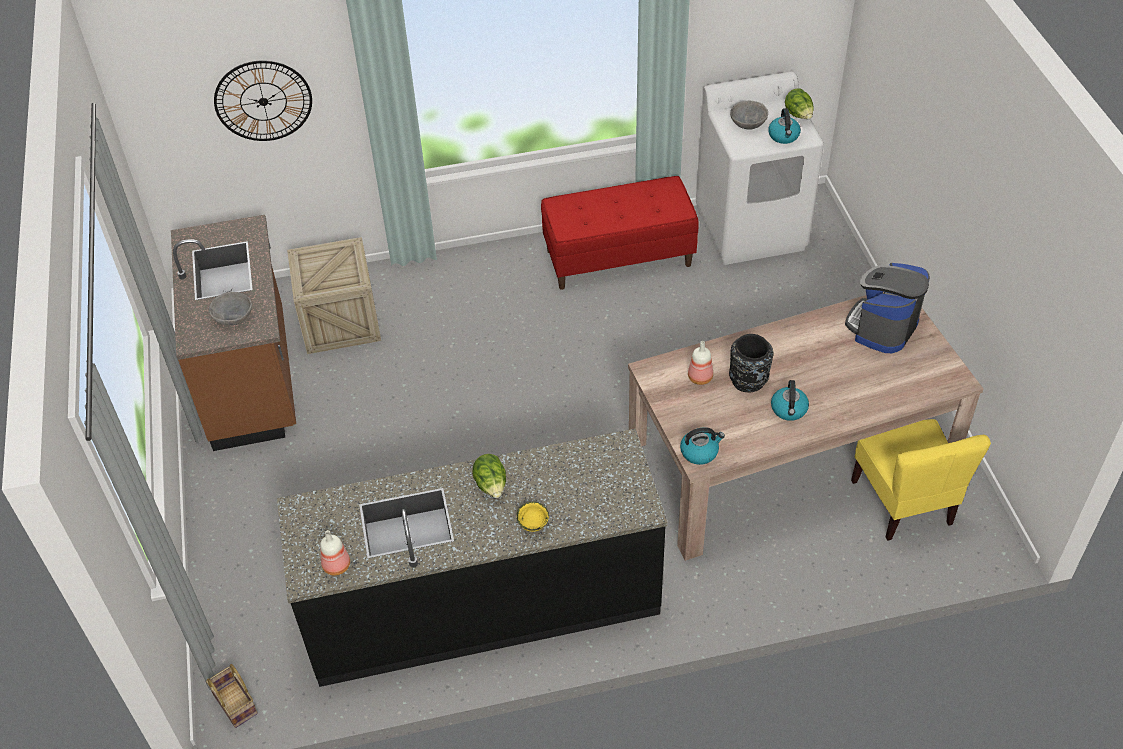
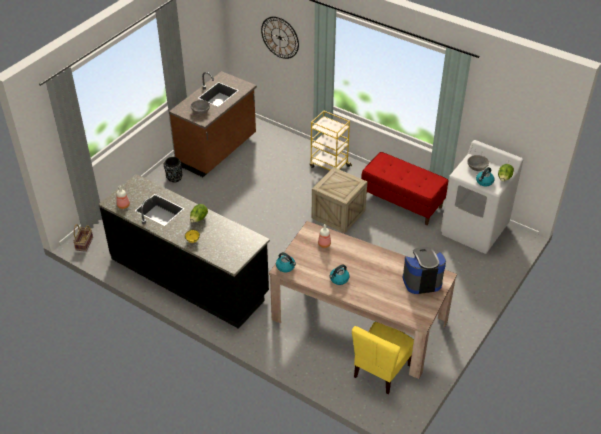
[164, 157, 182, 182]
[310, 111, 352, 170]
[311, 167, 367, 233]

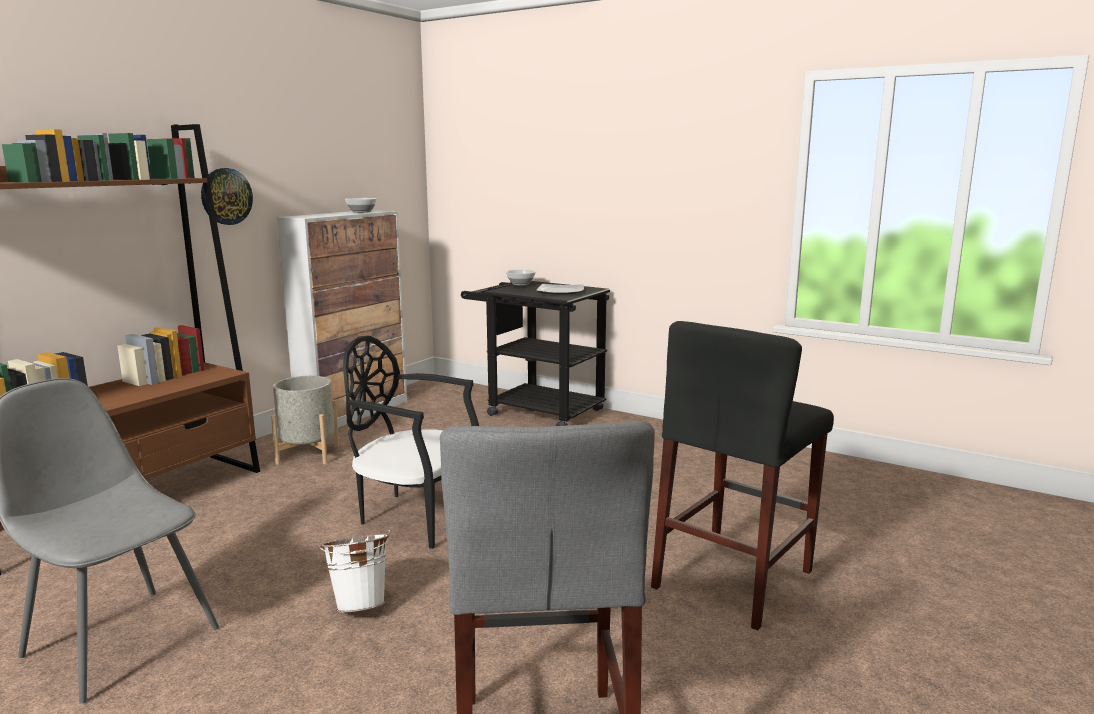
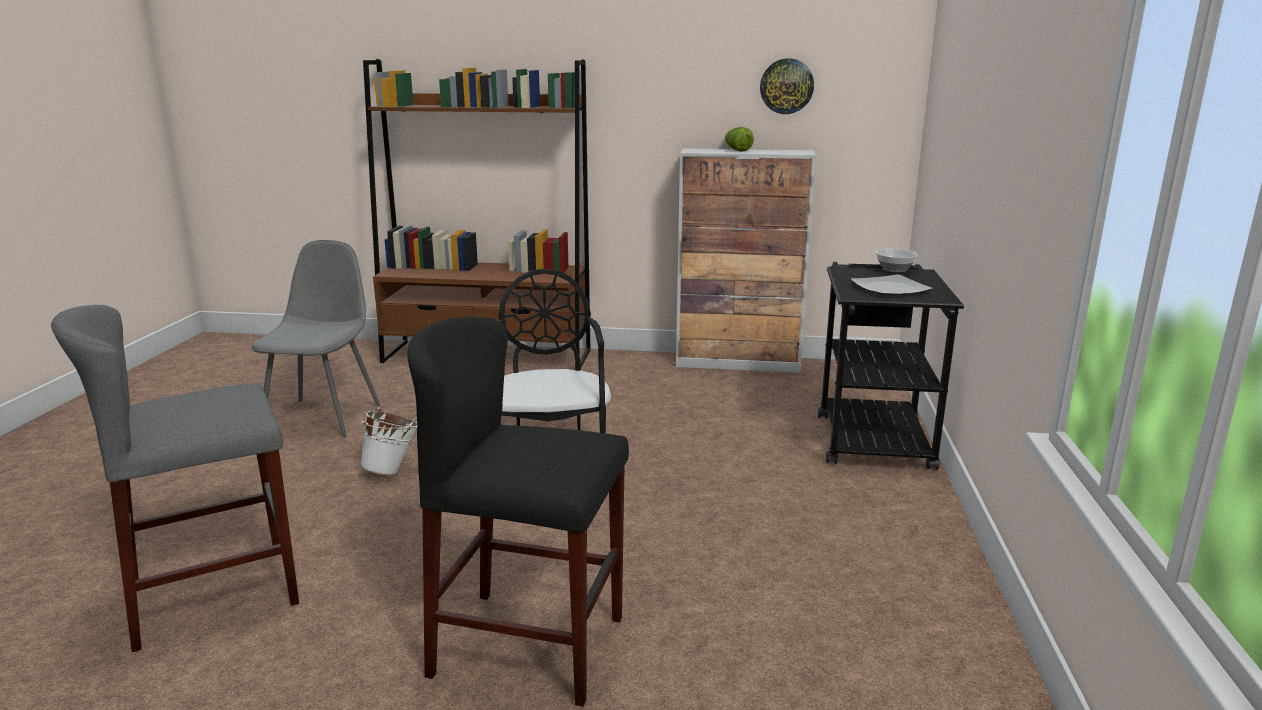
[725, 127, 754, 152]
[760, 58, 814, 114]
[271, 376, 339, 465] (first image)
[345, 198, 377, 213] (first image)

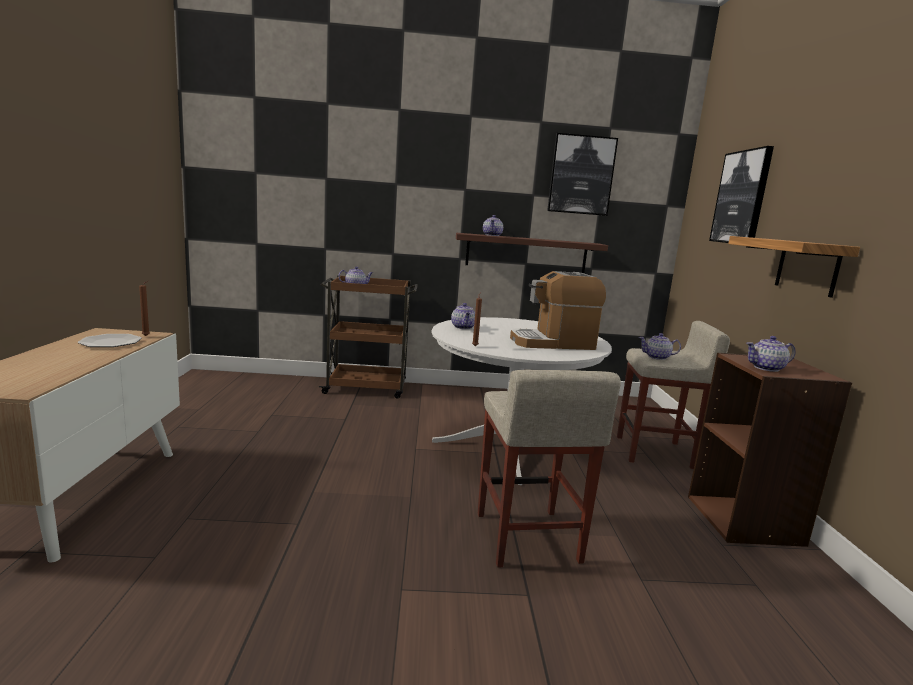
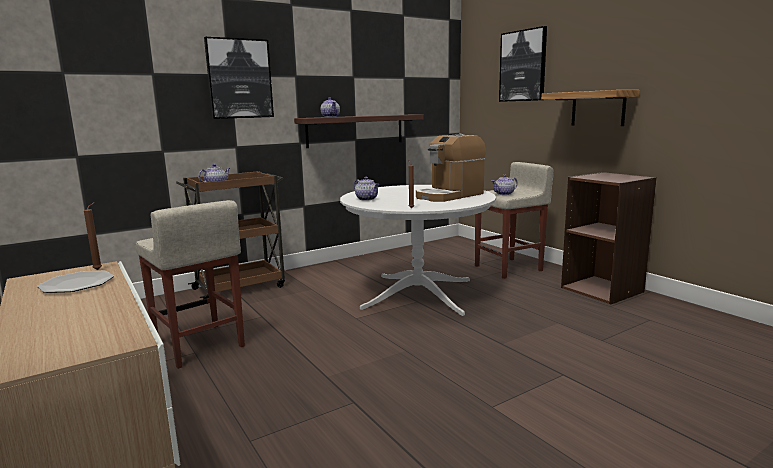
[135, 200, 245, 369]
[204, 37, 274, 119]
[746, 336, 795, 372] (first image)

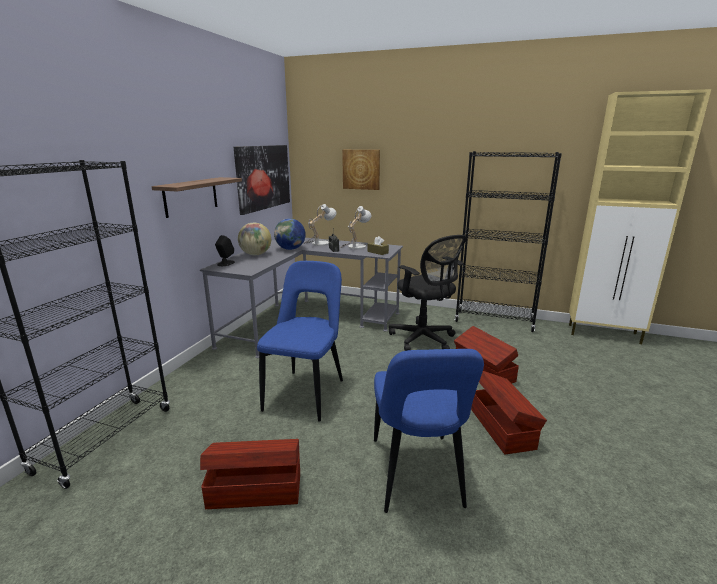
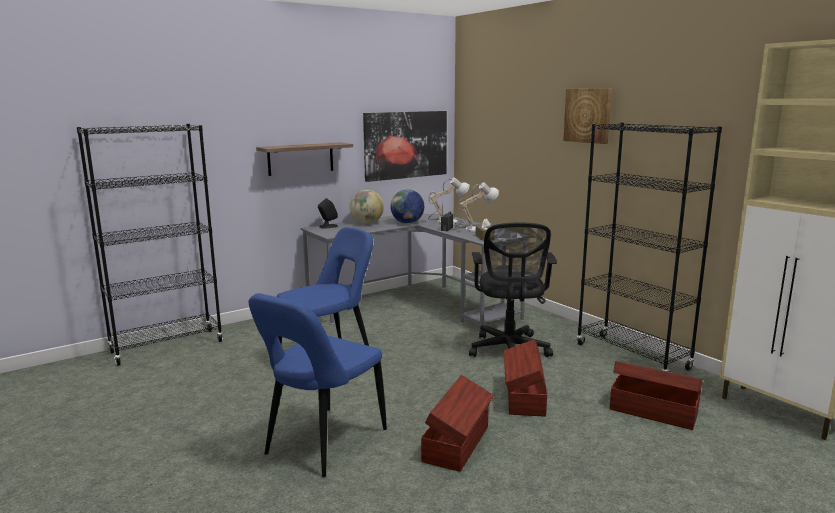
[563, 88, 612, 144]
[610, 361, 702, 430]

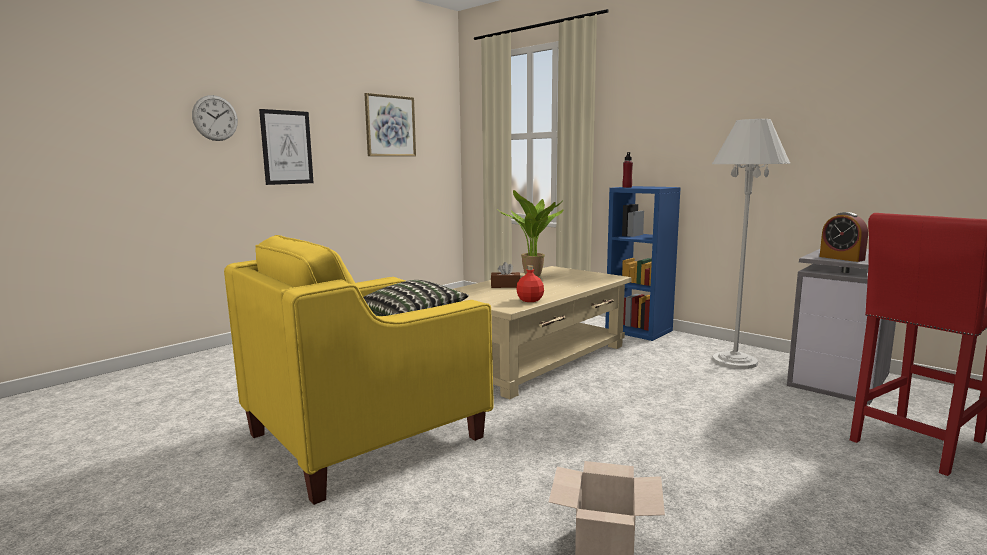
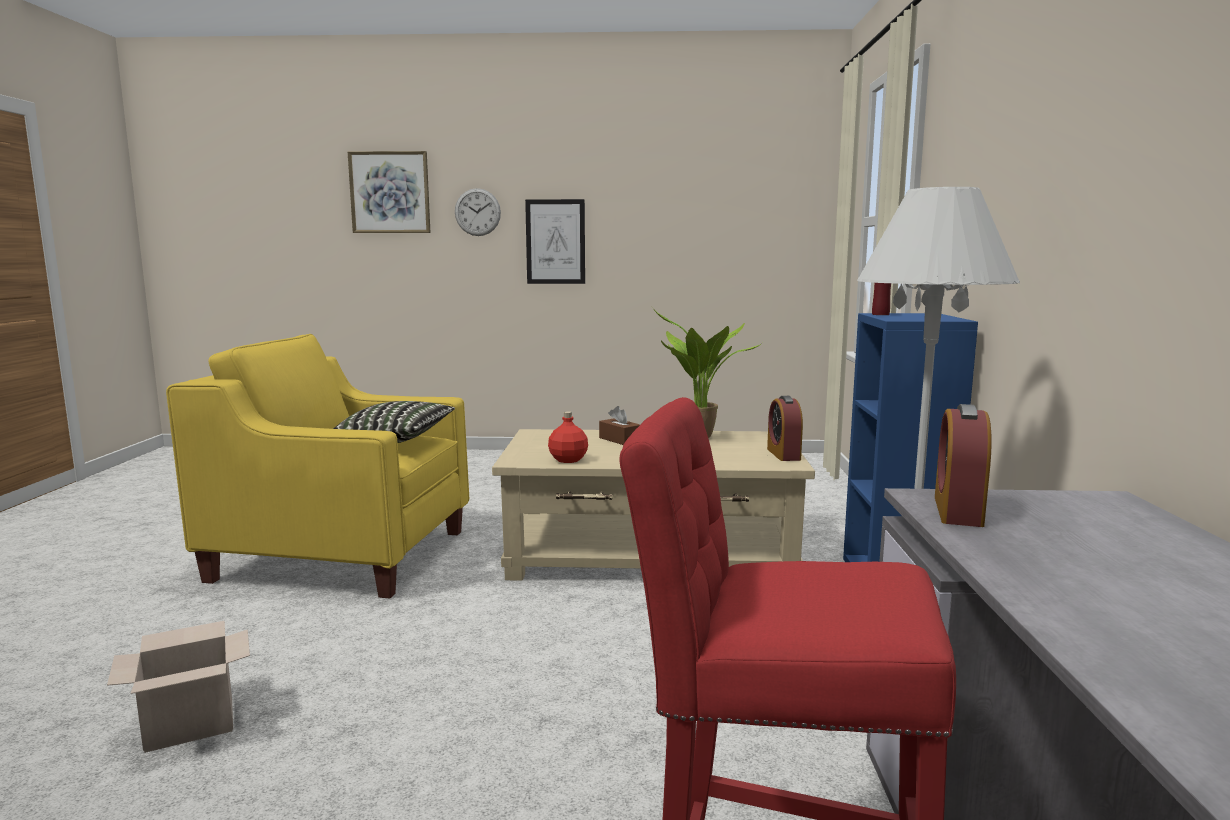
[348, 151, 430, 233]
[767, 396, 803, 461]

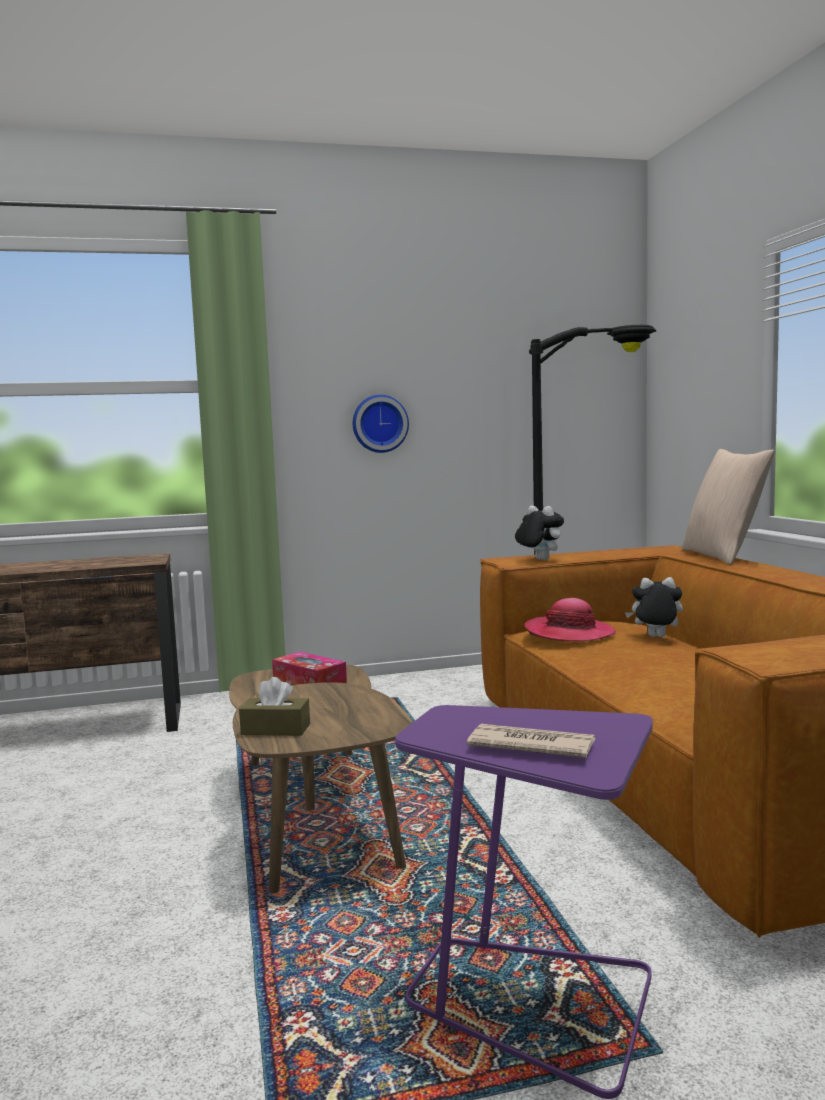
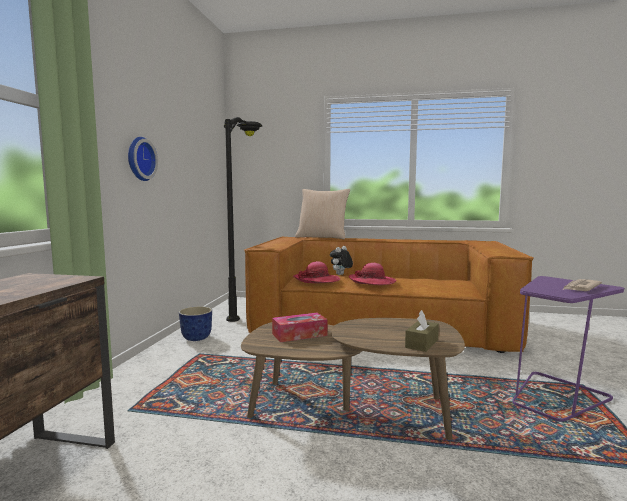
[179, 306, 212, 341]
[349, 263, 397, 285]
[515, 505, 564, 560] (first image)

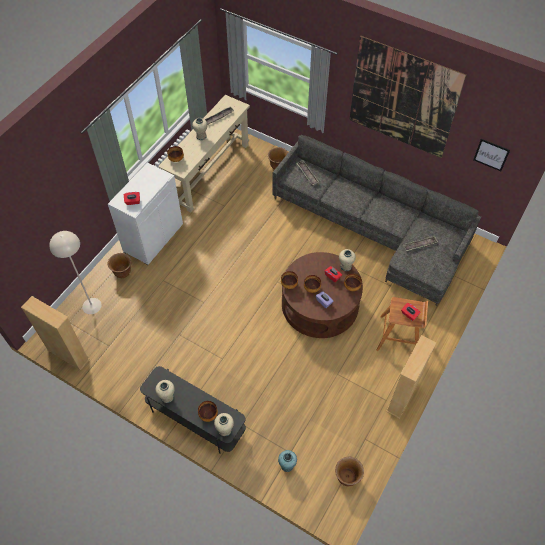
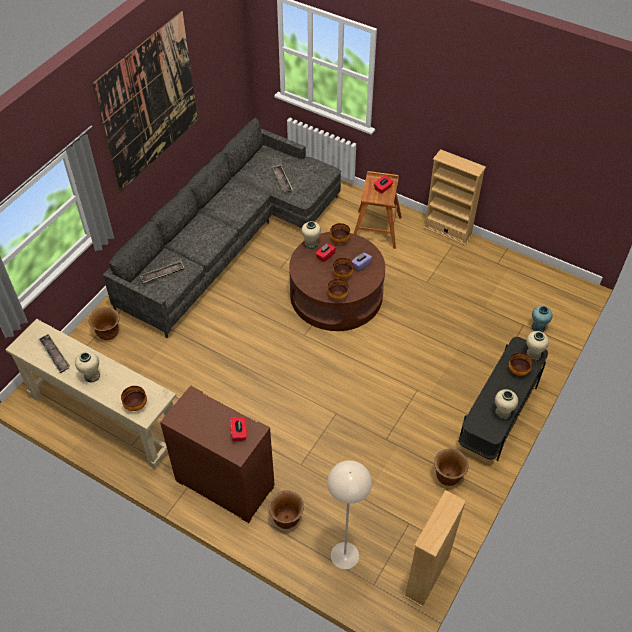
[160, 386, 275, 523]
[434, 448, 469, 486]
[473, 139, 510, 171] (first image)

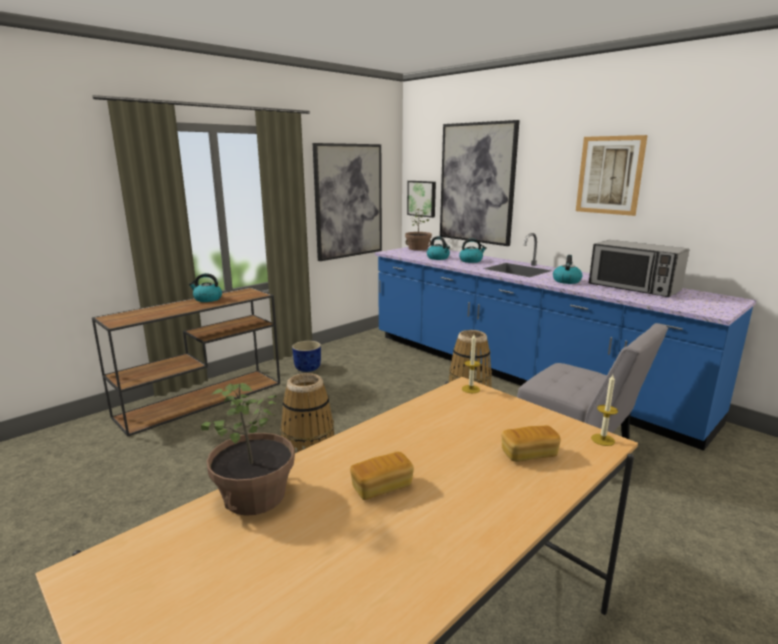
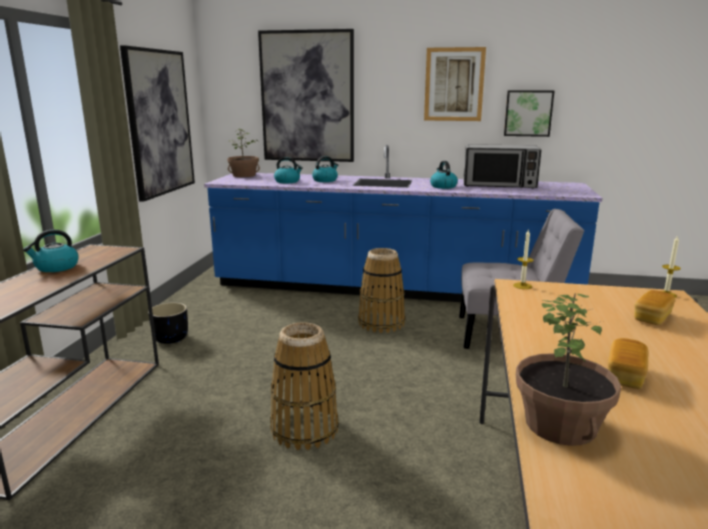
[148, 303, 188, 344]
[504, 90, 554, 137]

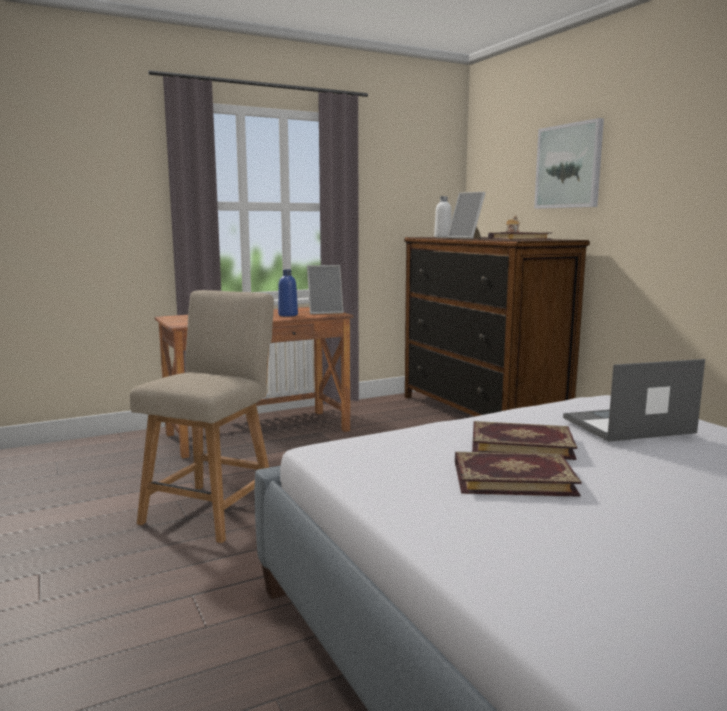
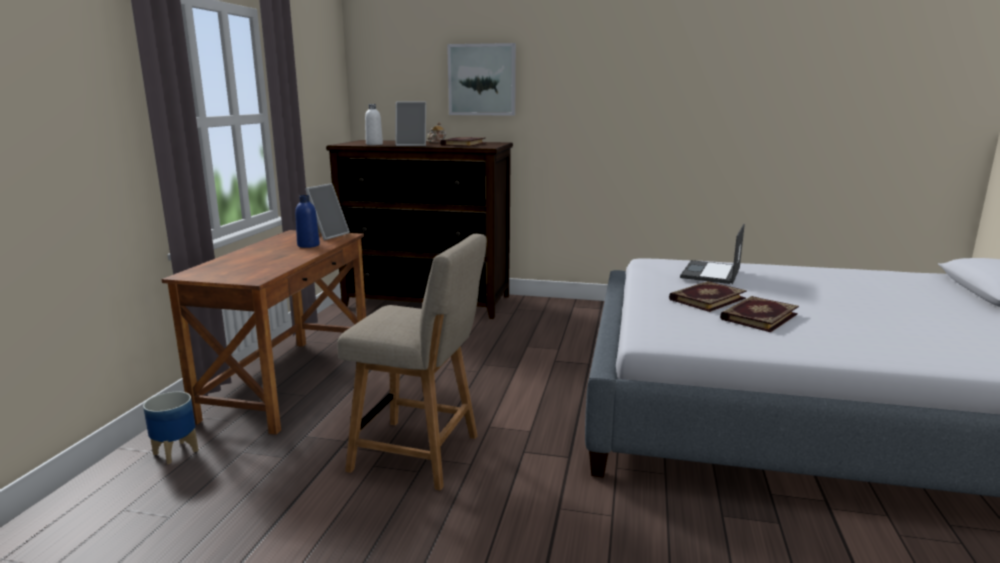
[143, 392, 198, 464]
[337, 234, 487, 491]

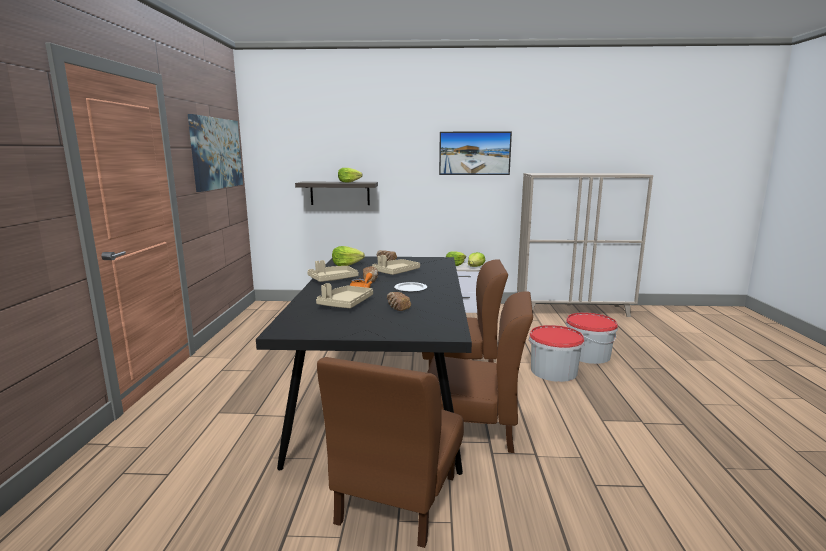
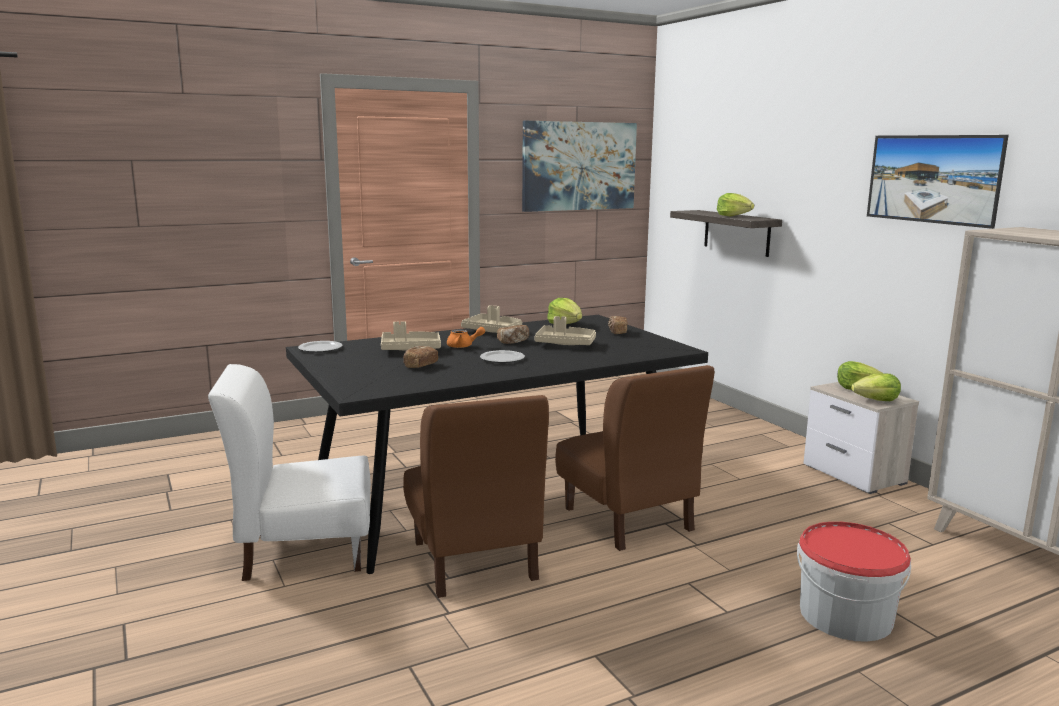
[208, 364, 371, 581]
[298, 341, 342, 353]
[529, 325, 584, 382] (first image)

